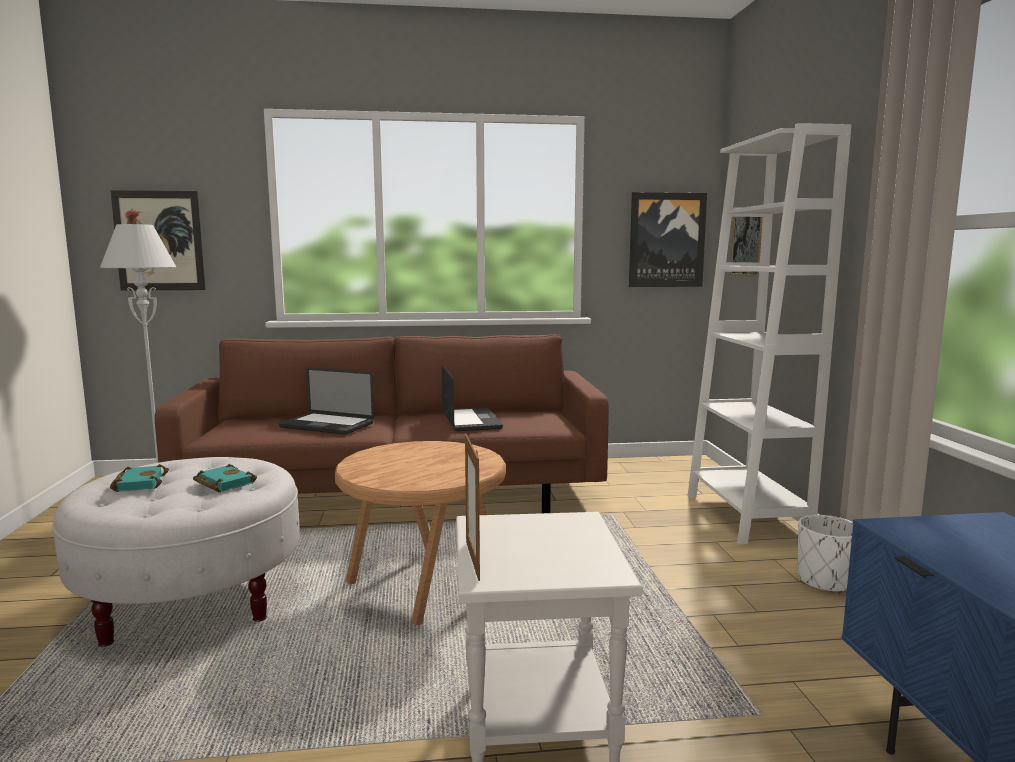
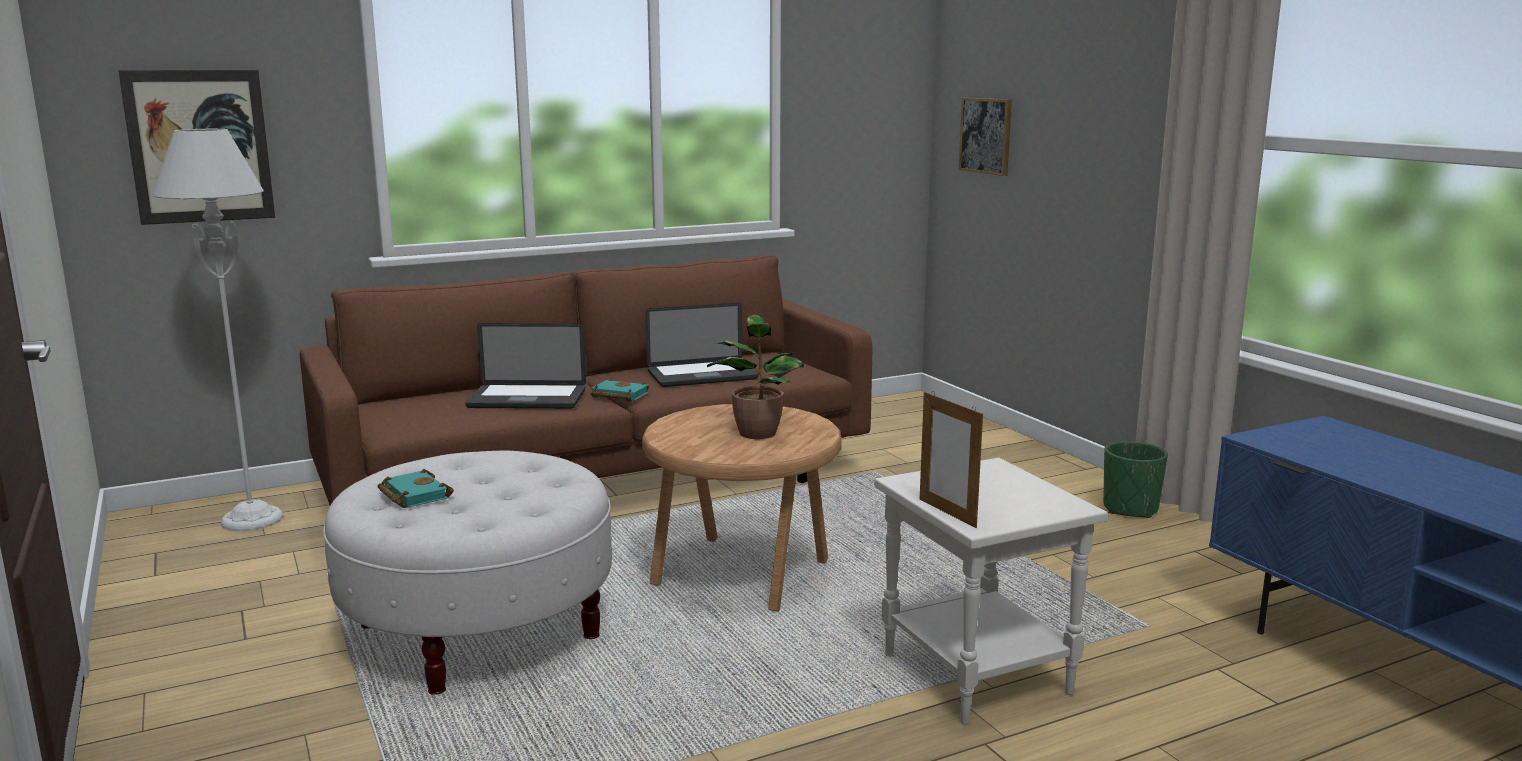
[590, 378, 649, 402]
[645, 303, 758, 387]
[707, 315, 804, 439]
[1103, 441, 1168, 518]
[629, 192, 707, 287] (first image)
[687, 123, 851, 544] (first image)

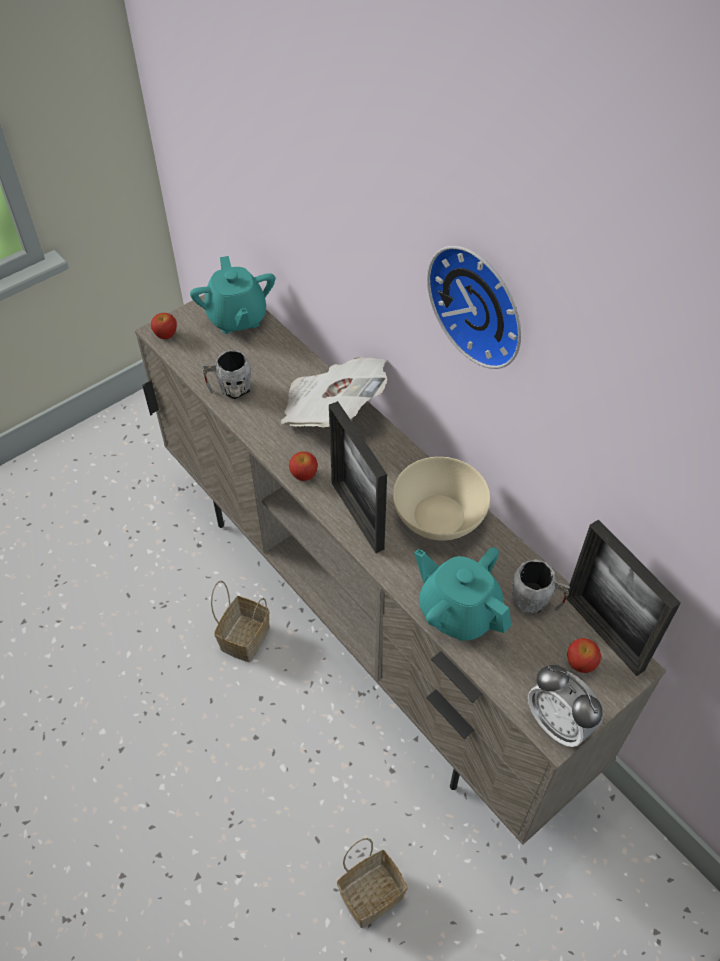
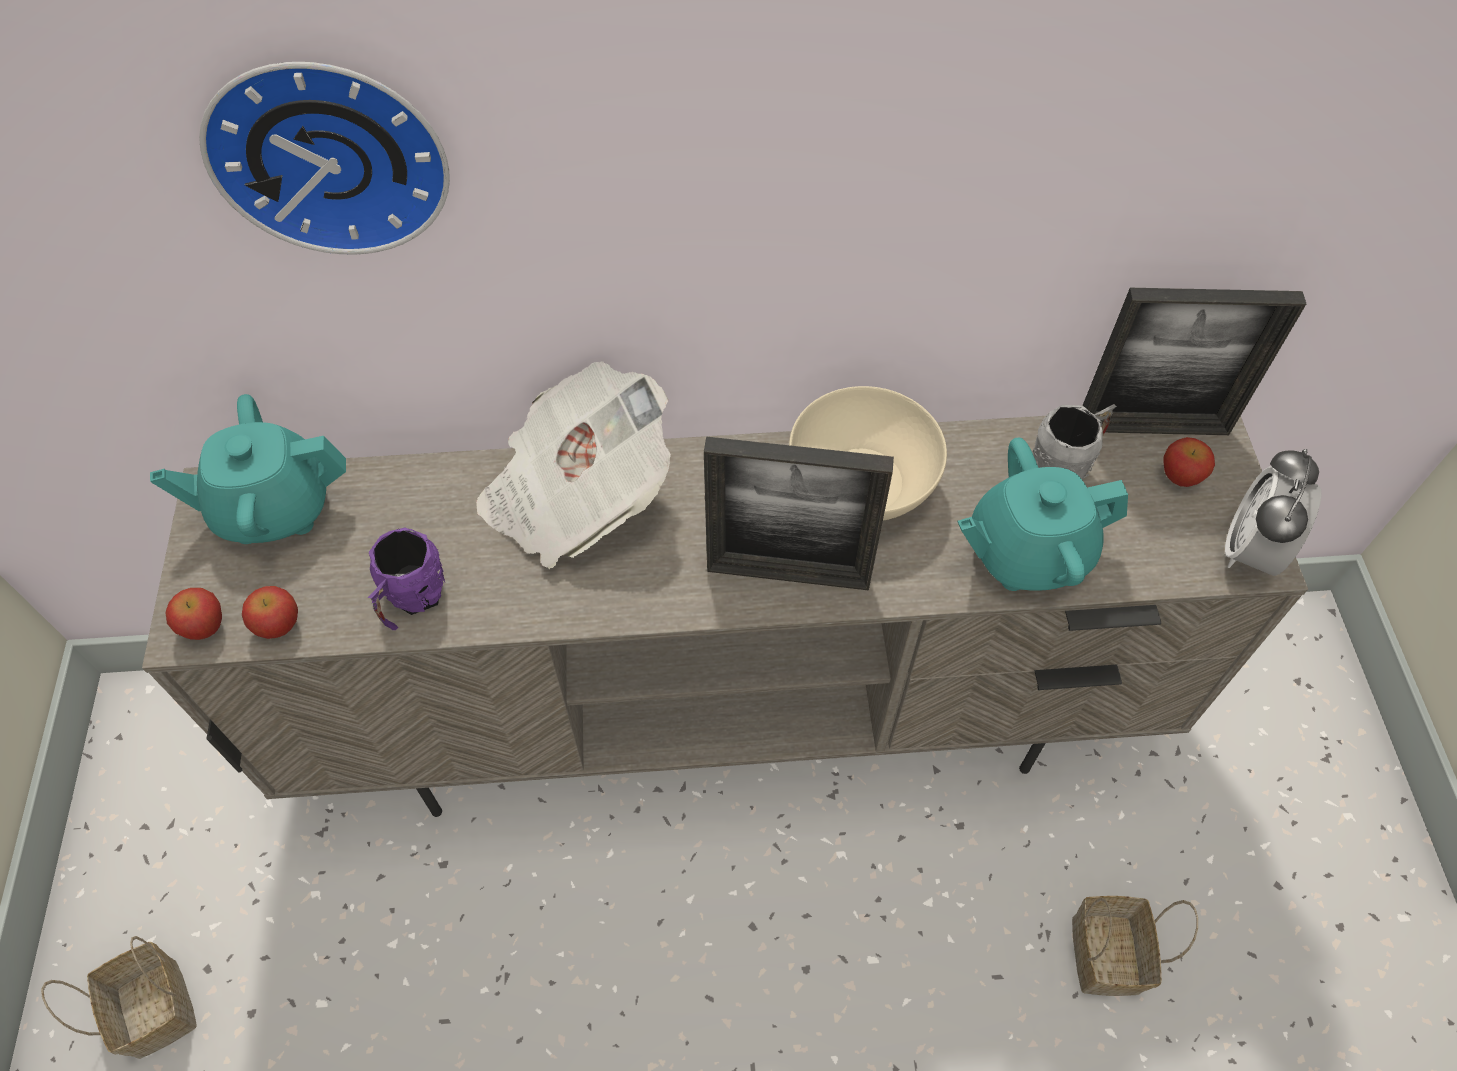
[41, 936, 197, 1059]
[150, 394, 346, 544]
[199, 62, 450, 255]
[242, 586, 298, 639]
[367, 528, 445, 630]
[1225, 449, 1322, 576]

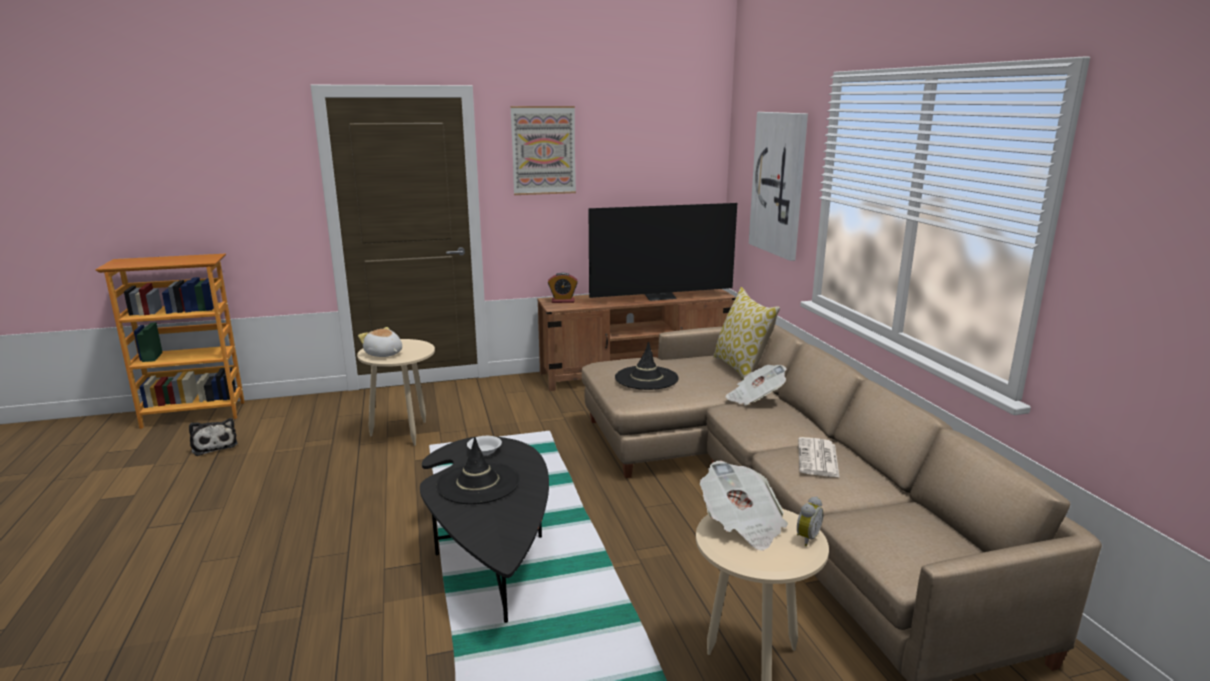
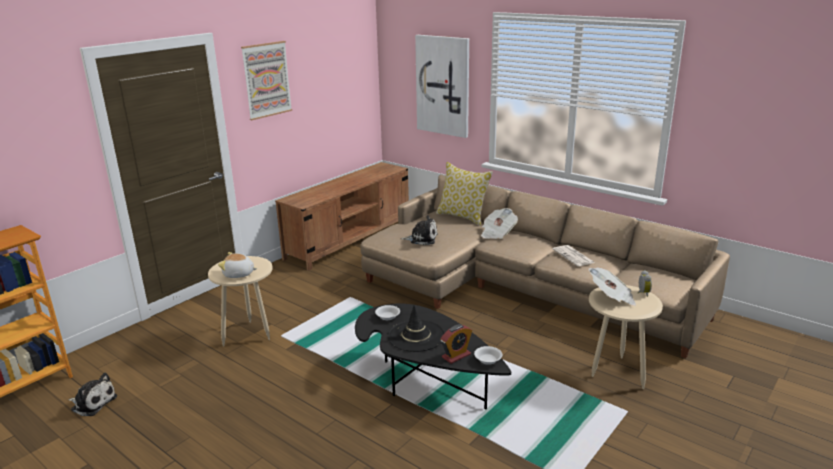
[401, 215, 438, 245]
[441, 324, 472, 364]
[474, 346, 502, 365]
[589, 203, 737, 301] (first image)

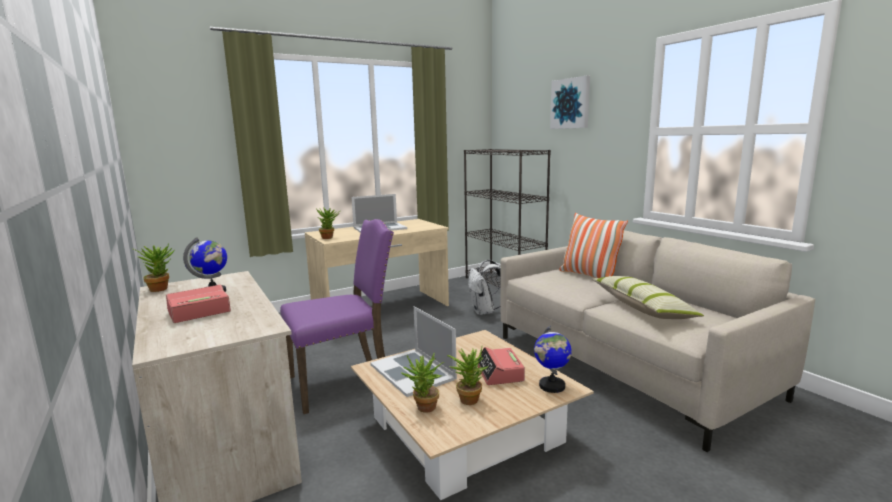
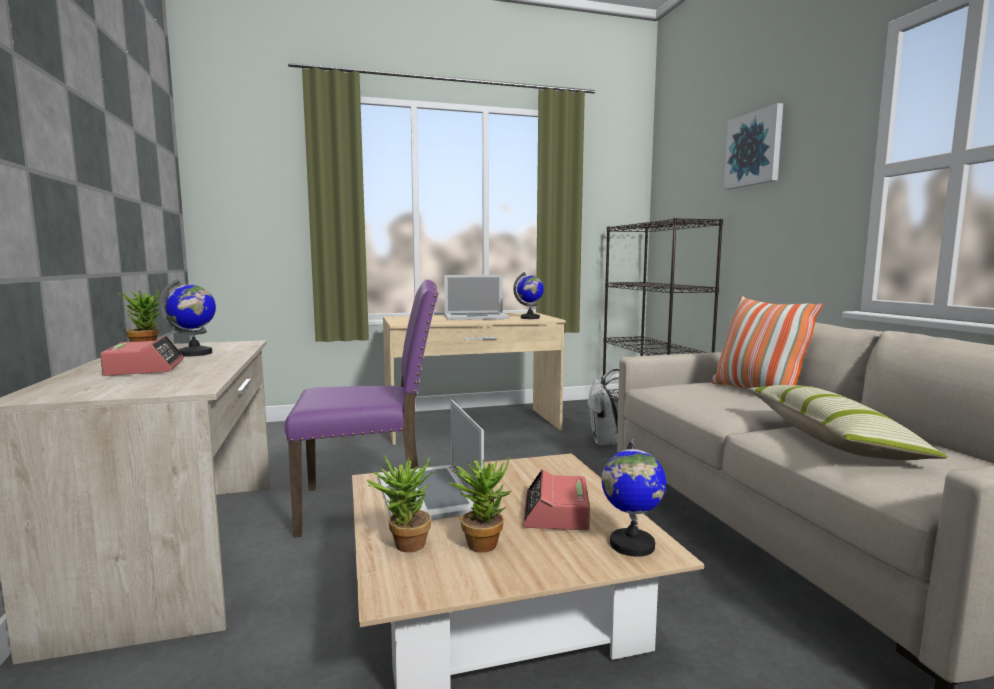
[100, 335, 184, 376]
[513, 272, 544, 319]
[316, 207, 340, 239] (first image)

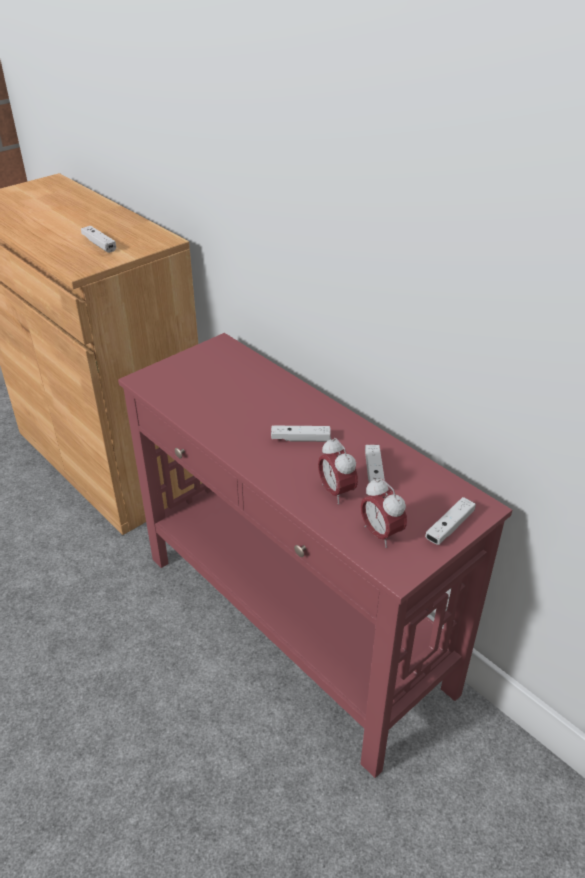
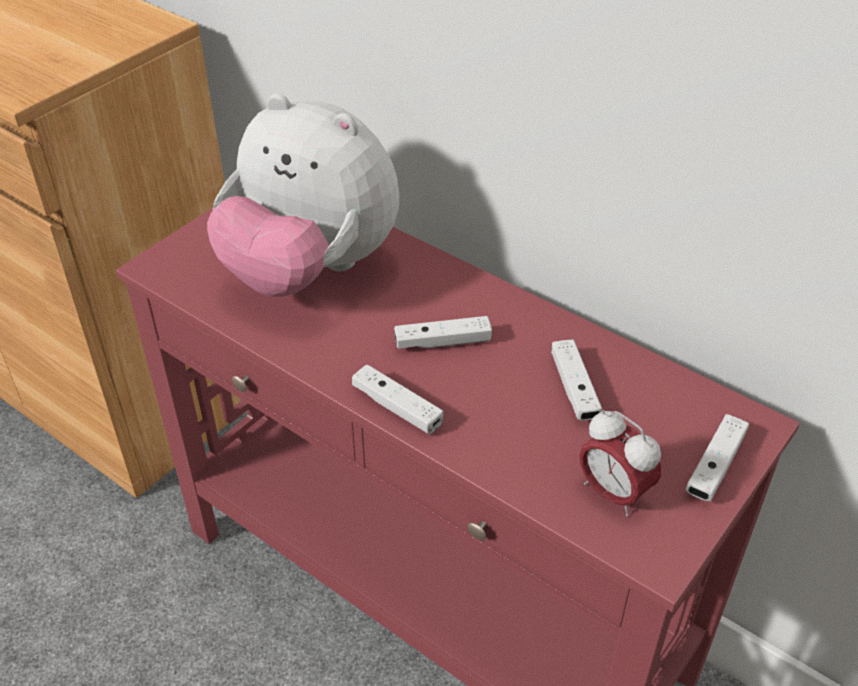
[207, 93, 399, 297]
[352, 364, 443, 434]
[318, 438, 358, 505] (first image)

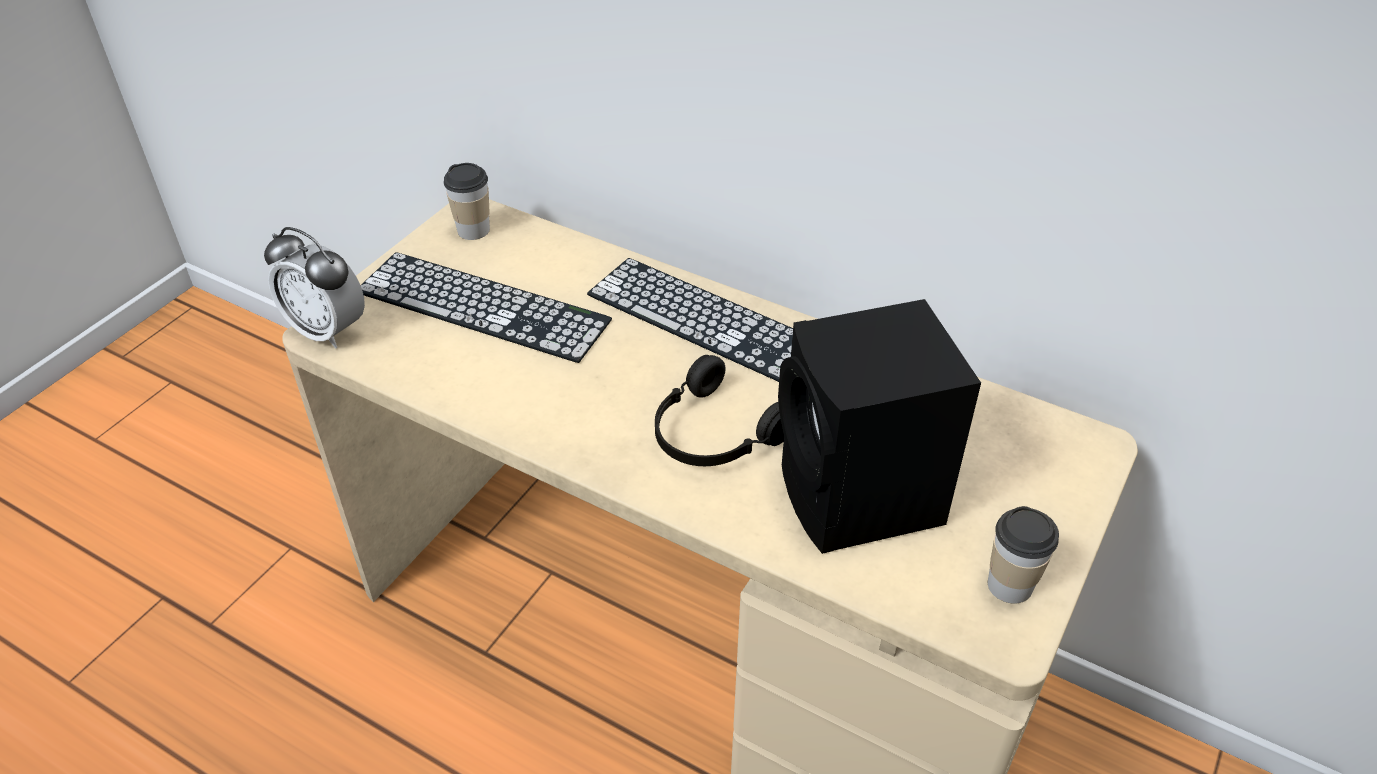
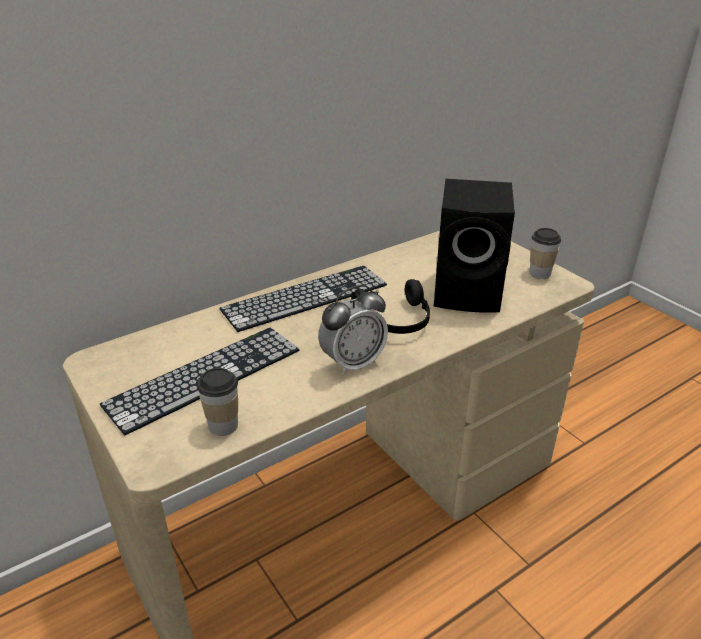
[197, 368, 238, 436]
[318, 285, 388, 376]

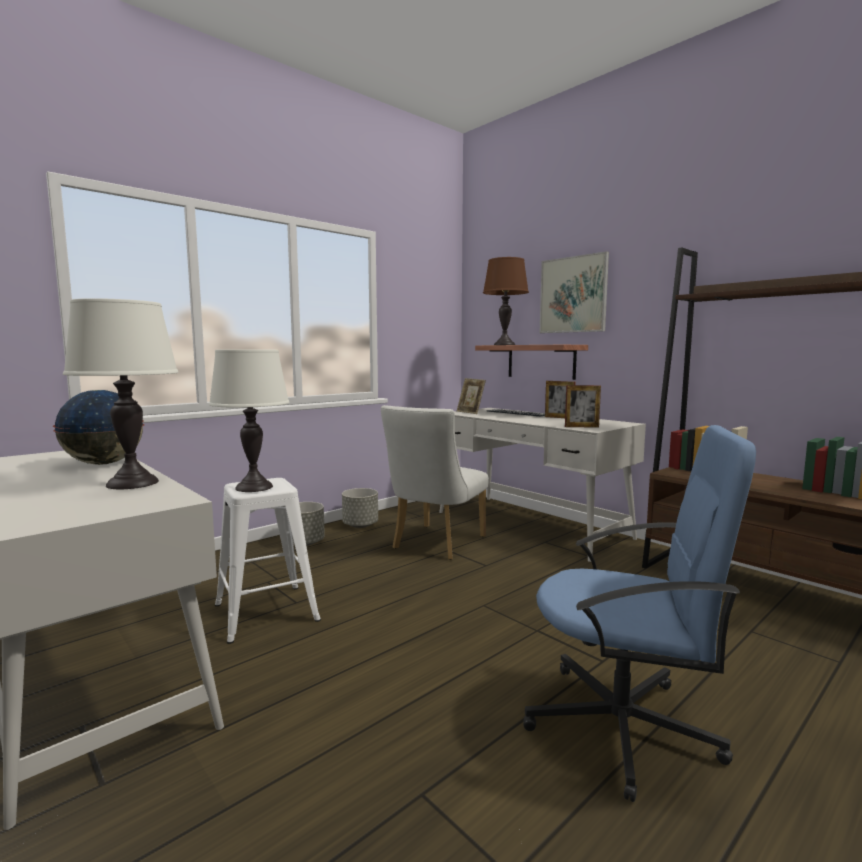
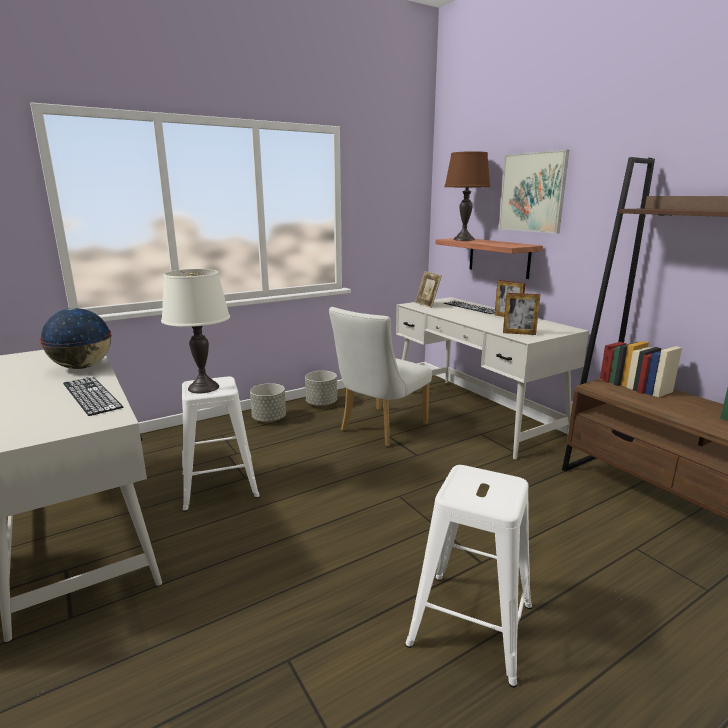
[63, 376, 123, 416]
[405, 465, 532, 688]

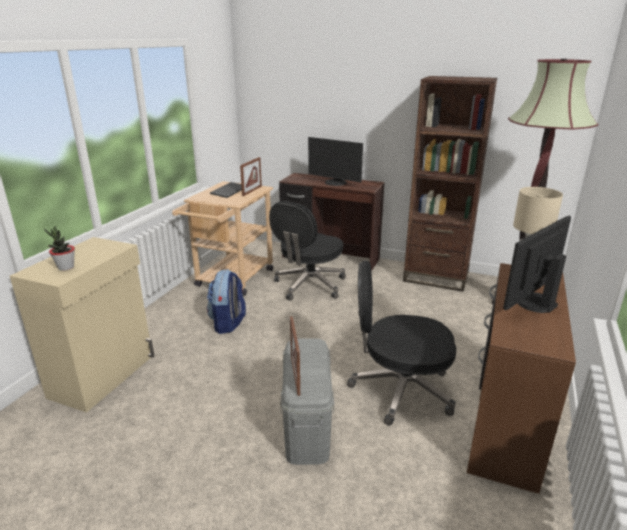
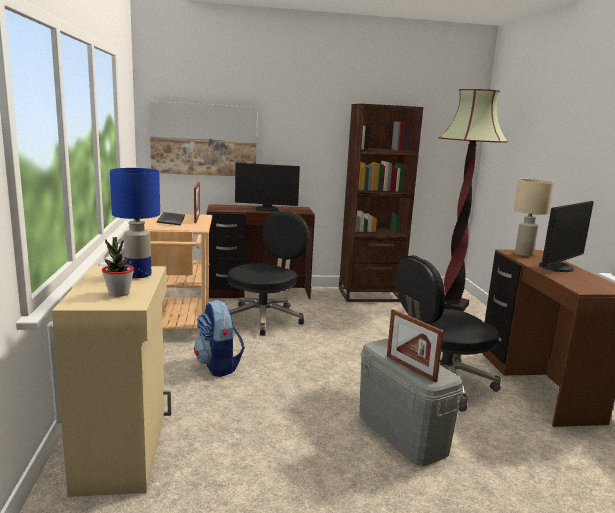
[110, 168, 160, 278]
[149, 101, 257, 176]
[228, 211, 309, 336]
[539, 201, 594, 272]

